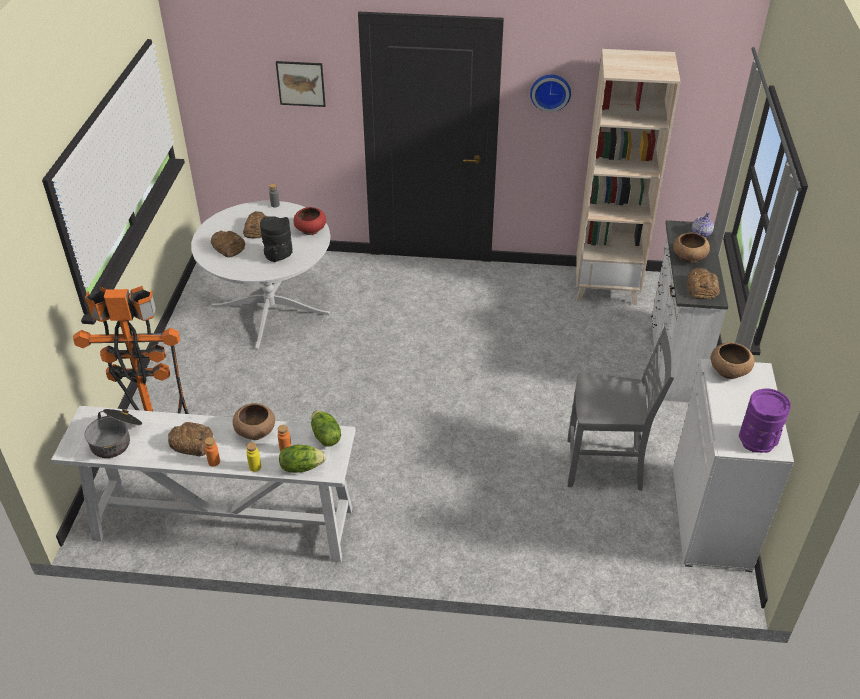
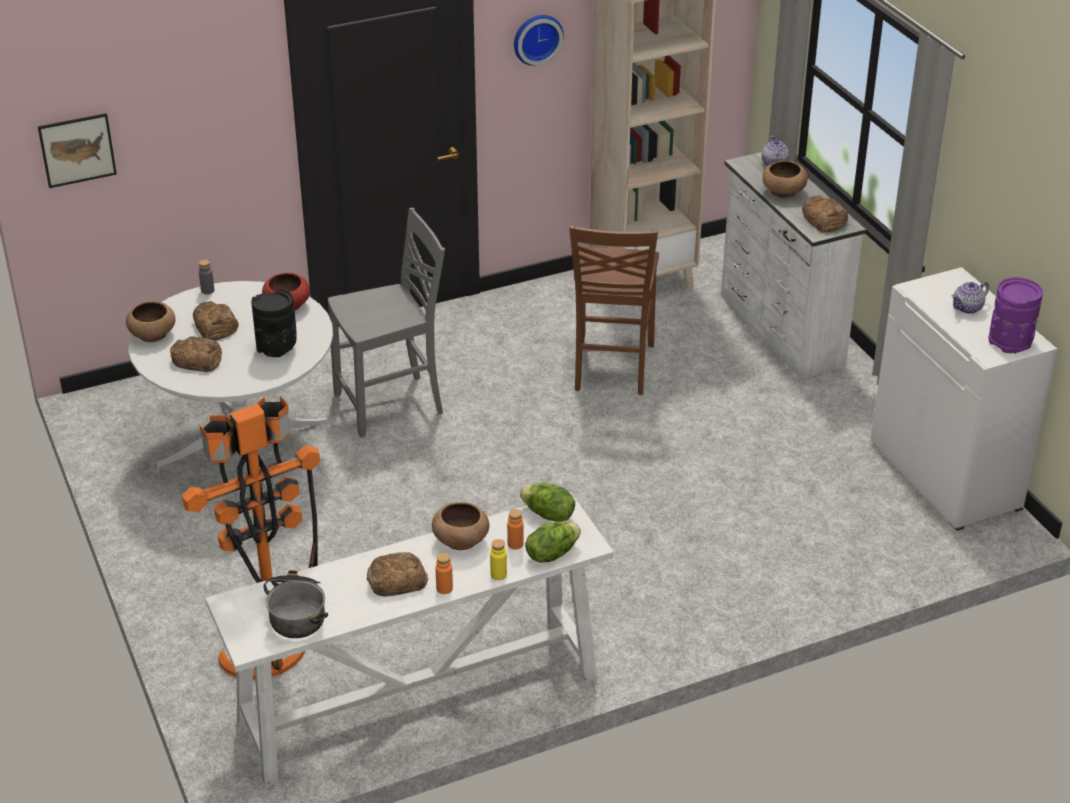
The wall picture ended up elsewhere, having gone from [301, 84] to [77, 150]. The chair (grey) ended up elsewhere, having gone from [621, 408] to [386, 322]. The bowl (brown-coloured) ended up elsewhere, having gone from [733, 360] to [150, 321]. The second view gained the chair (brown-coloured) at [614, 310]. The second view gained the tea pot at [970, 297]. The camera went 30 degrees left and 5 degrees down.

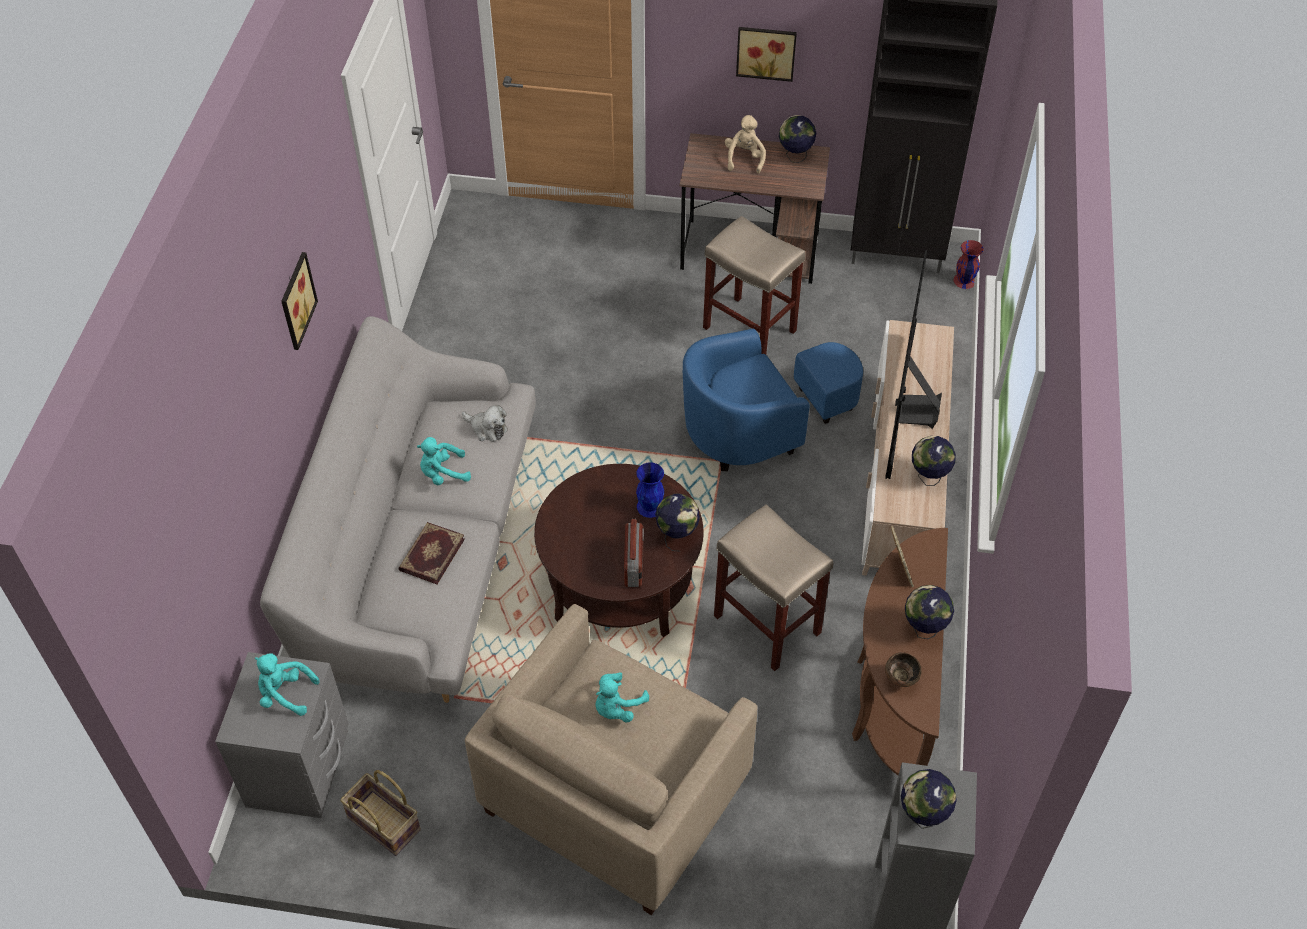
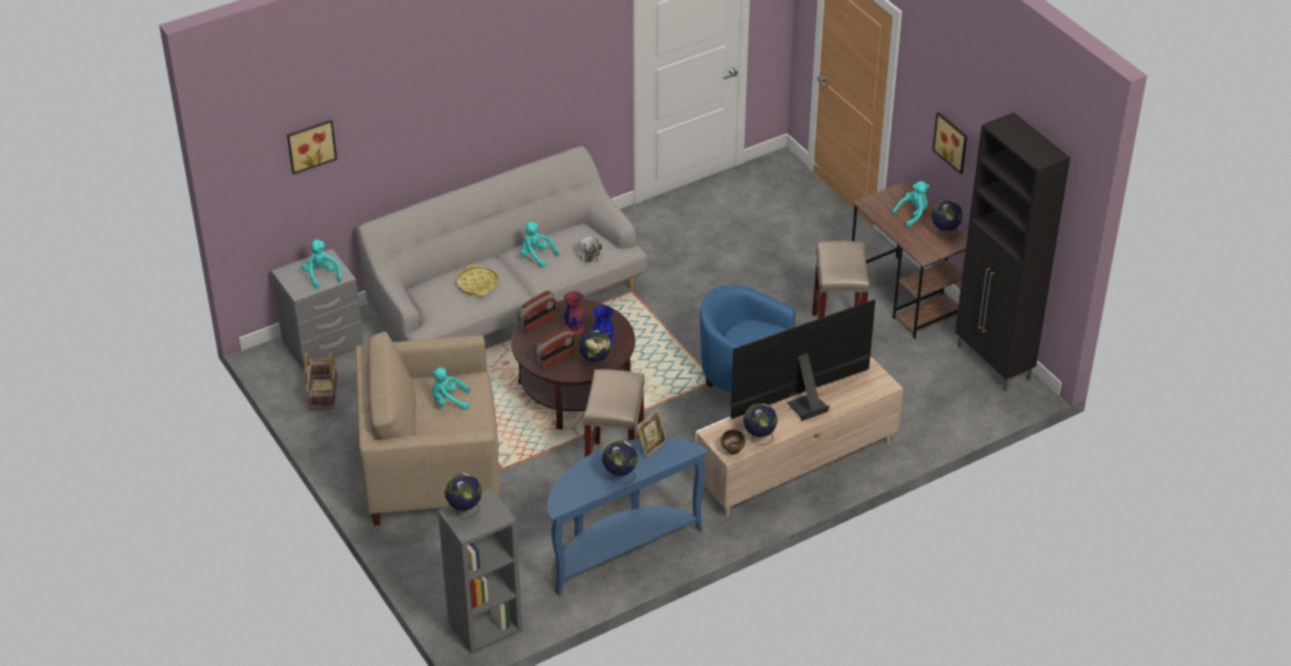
The wall picture ended up elsewhere, having gone from [299, 301] to [312, 147]. Where the book stood at [431, 553], the tray (yellow-coloured) came to stand at [478, 280]. What was the cuddly toy (beige-coloured) at [745, 144] turned into the cuddly toy (blue-green) at [911, 204]. What was the narrow table (brown-coloured) at [900, 651] turned into the narrow table (blue-coloured) at [628, 516]. The bowl (brown-coloured) ended up elsewhere, having gone from [903, 670] to [733, 442]. The decorative vase (red-coloured) ended up elsewhere, having gone from [968, 264] to [574, 313]. The second view gained the radio set at [537, 312]. The camera went 50 degrees right and 10 degrees down.

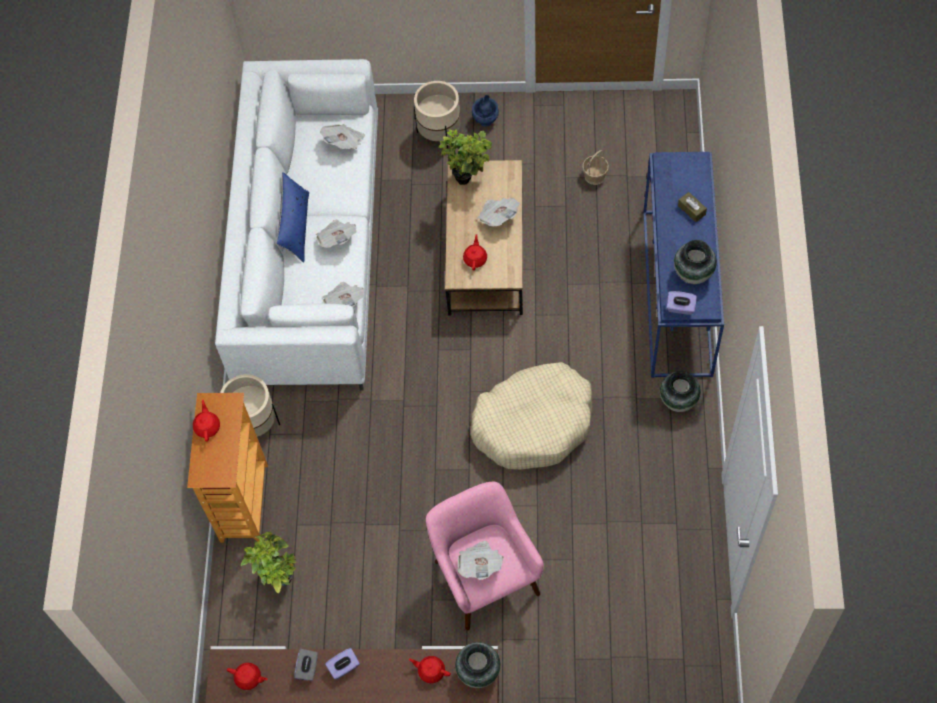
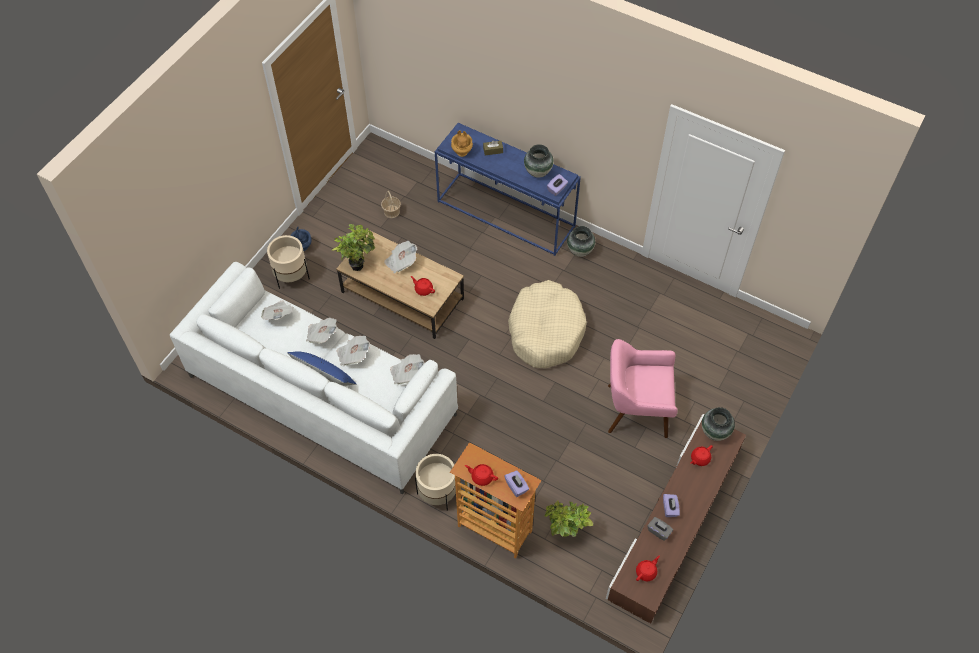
The newspaper ended up elsewhere, having gone from [480, 560] to [321, 330]. The second view gained the decorative vase (brown-coloured) at [462, 143]. The second view gained the tissue box (purplish) at [516, 483]. The camera went 65 degrees left and 5 degrees down.

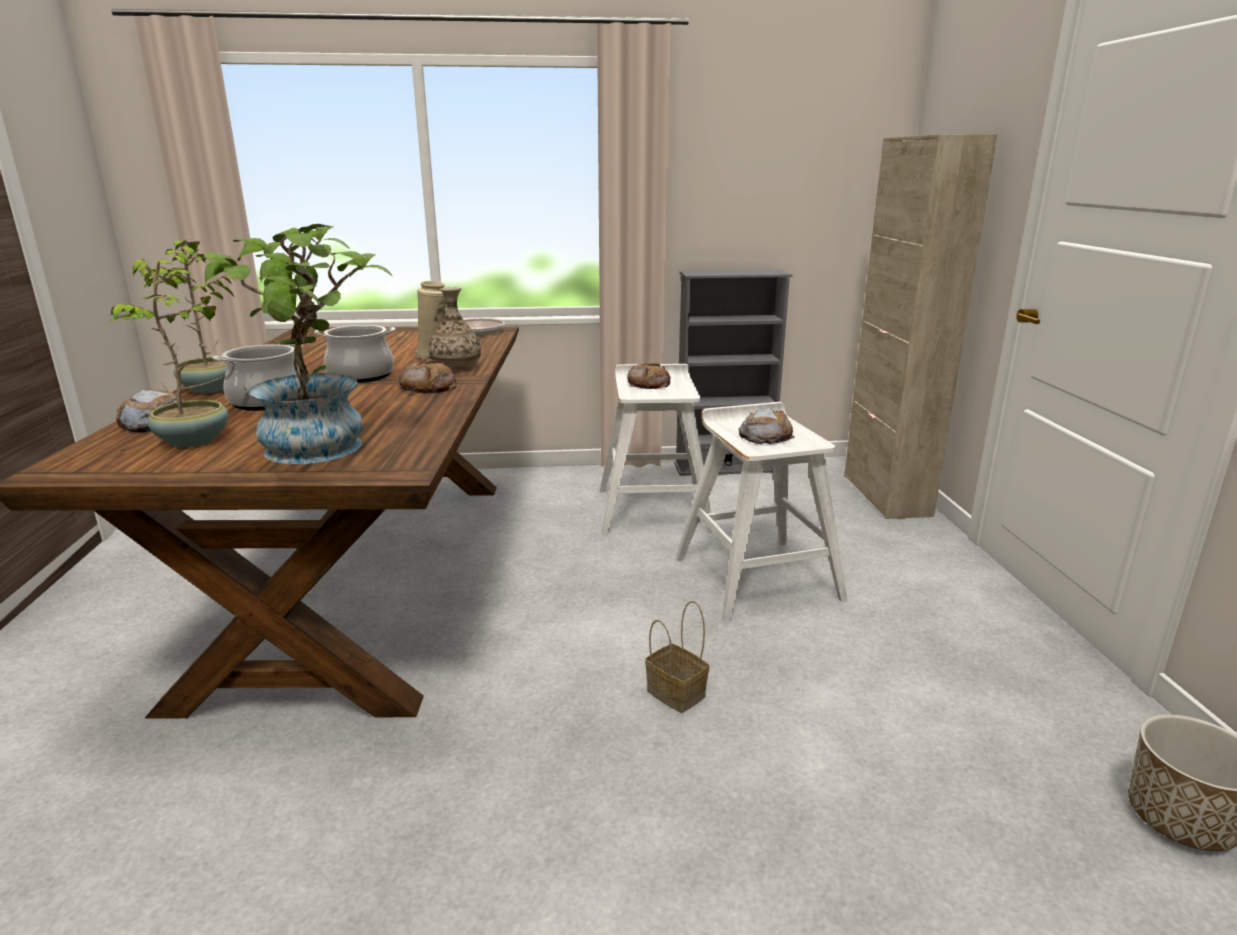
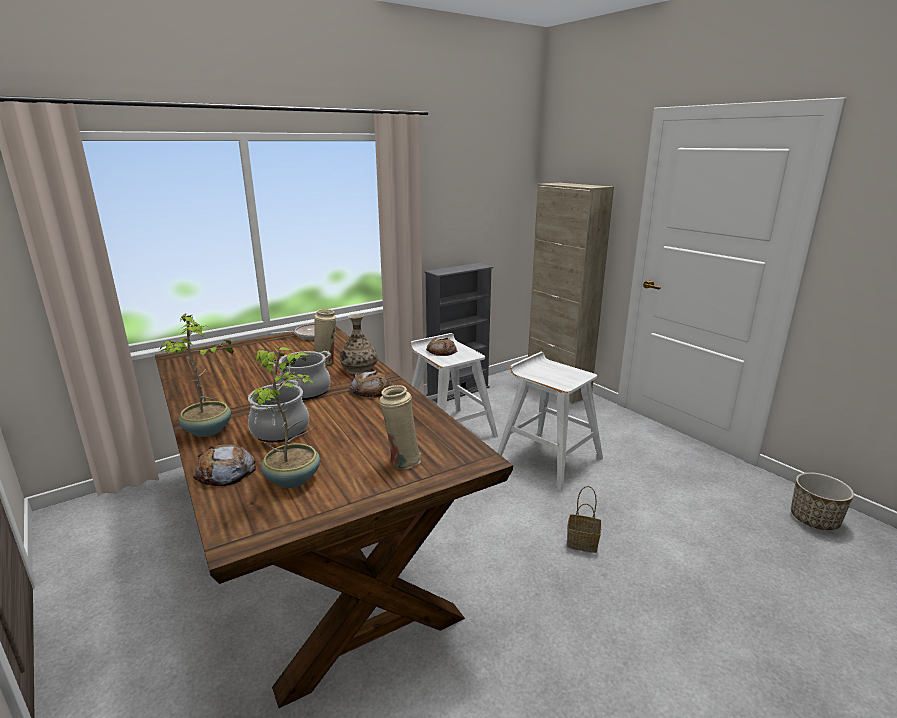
Where the houseplant stood at [296, 344], the decorative vase (beige-coloured) came to stand at [400, 427]. The second view lost the baked bread at [767, 426]. The camera went 30 degrees left and 0 degrees up.

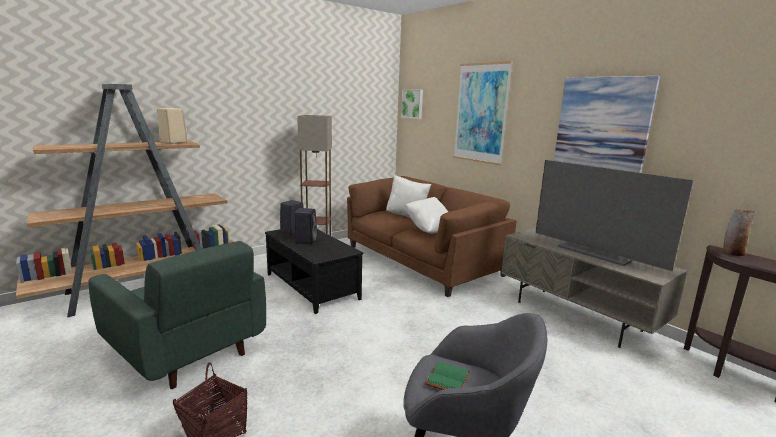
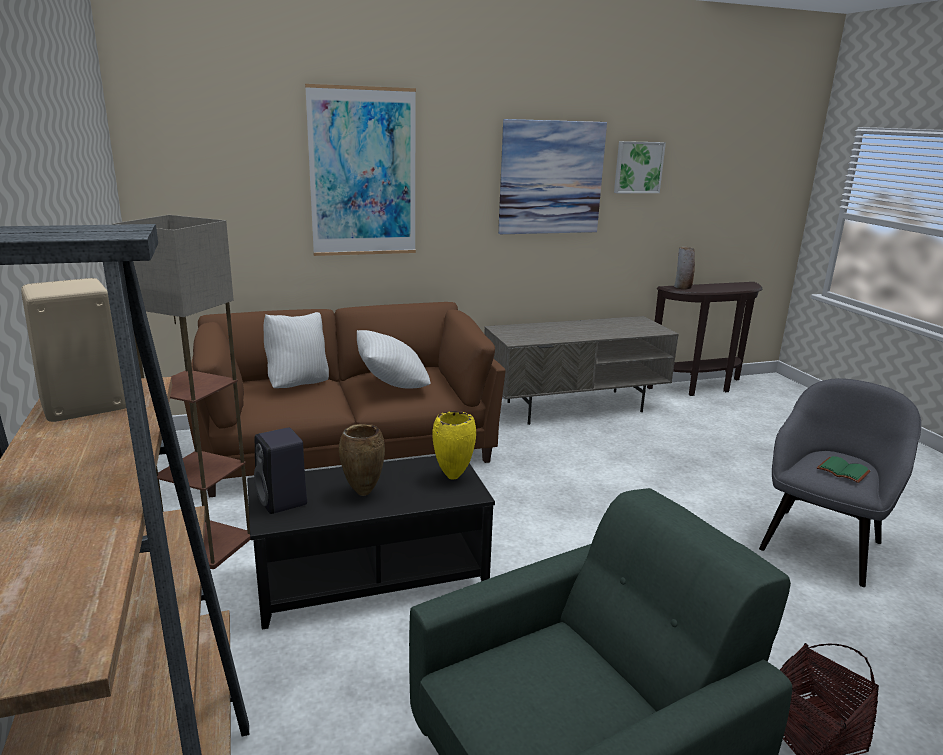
Where the speaker (blackish) stood at [306, 226], the decorative vase (brown-coloured) came to stand at [362, 460]. The wall picture ended up elsewhere, having gone from [412, 104] to [640, 167]. The second view lost the TV at [614, 215]. The second view gained the decorative vase (yellow-coloured) at [454, 445]. The camera went 70 degrees left and 5 degrees up.

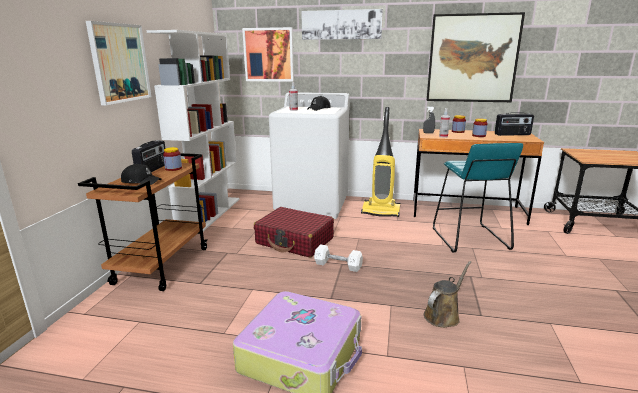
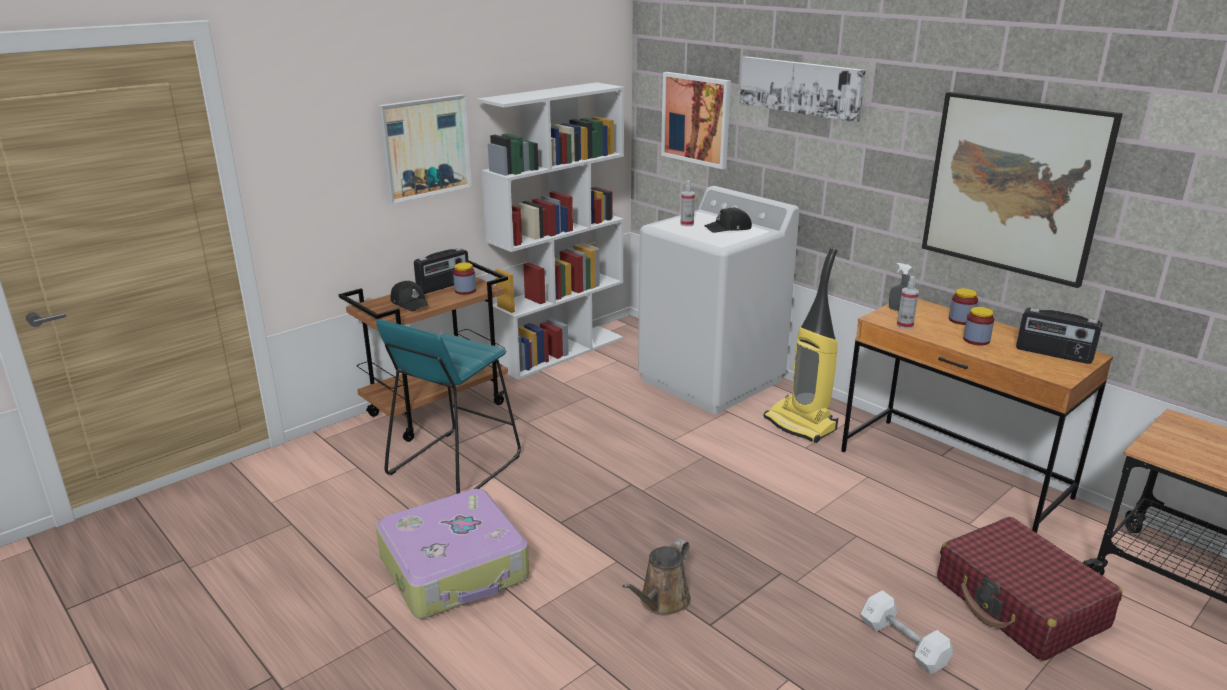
The travel case (red-coloured) ended up elsewhere, having gone from [294, 232] to [1030, 589]. The free weight (white) ended up elsewhere, having gone from [338, 258] to [907, 632]. The watering pot (brown-coloured) at [447, 294] ended up facing another way, 135 degrees clockwise from before. The stool seat (blue-green) ended up elsewhere, having gone from [478, 198] to [448, 406]. The camera went 35 degrees right and 5 degrees up.

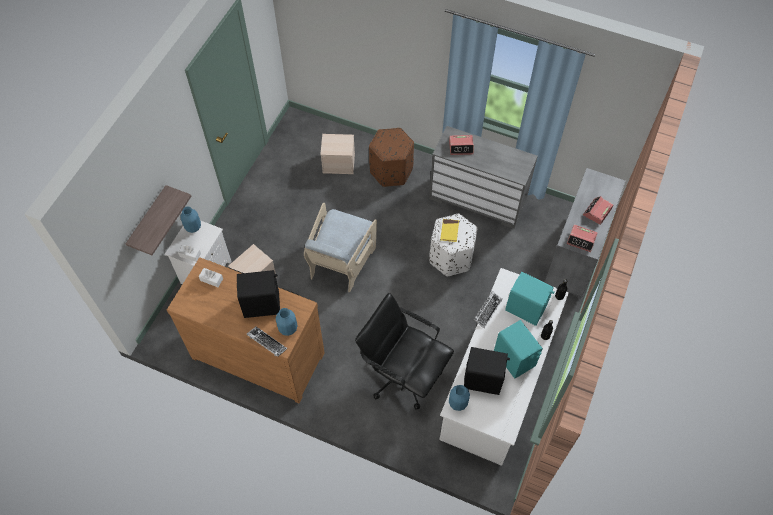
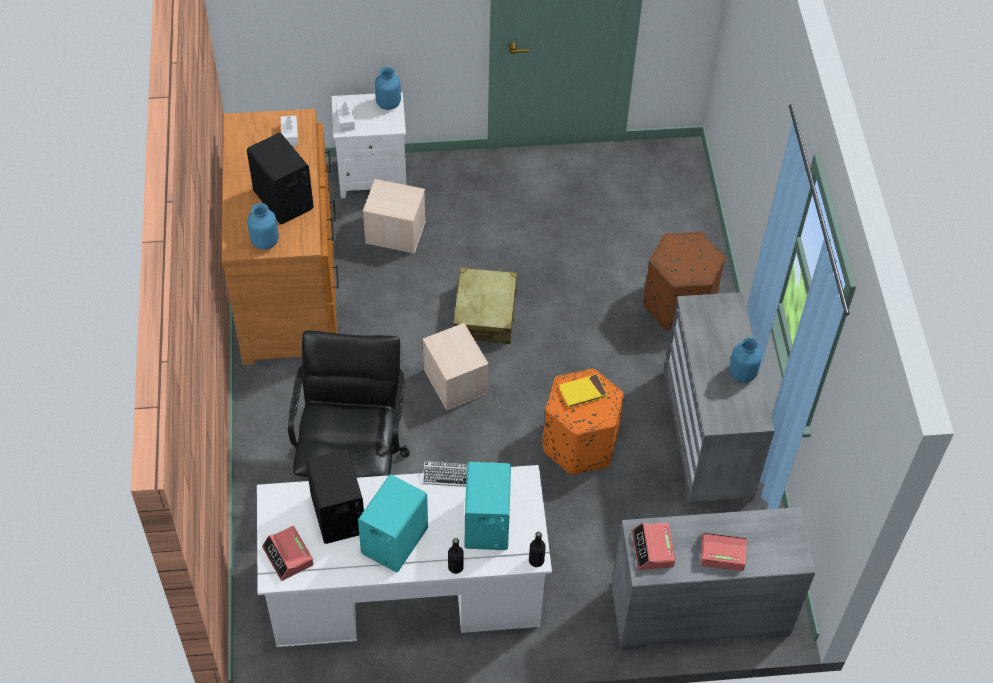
The second view lost the bracket shelf at [159, 220]. The second view lost the PC keyboard at [266, 342]. Where the lounge chair (beige-coloured) stood at [340, 248], the travel case (beige-coloured) came to stand at [485, 306]. The storage container (beige-coloured) ended up elsewhere, having gone from [337, 154] to [456, 366]. What was the pouffe (white) at [453, 245] turned into the pouffe (orange) at [583, 421]. The table clock ended up elsewhere, having gone from [461, 145] to [287, 553]. The decorative vase (blue-coloured) ended up elsewhere, having gone from [459, 398] to [745, 360]. The camera went 60 degrees right and 5 degrees down.

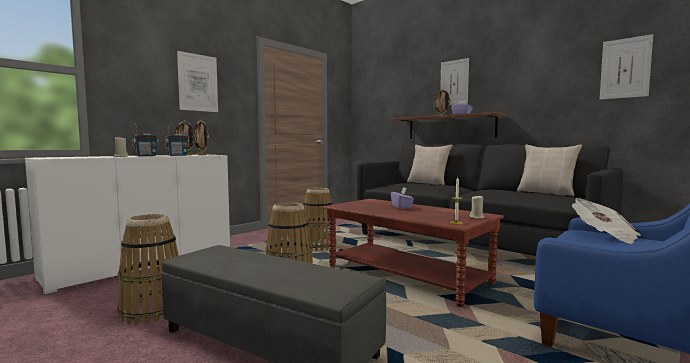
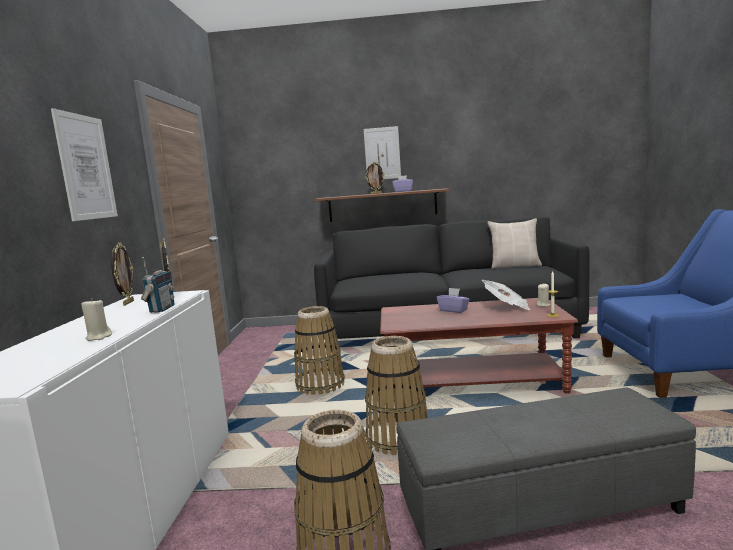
The second view lost the radio set at [145, 140]. The second view lost the pillow (beige-coloured) at [430, 164]. The newspaper ended up elsewhere, having gone from [606, 221] to [506, 295]. The second view lost the wall picture at [626, 67]. The camera went 40 degrees left and 5 degrees up.

